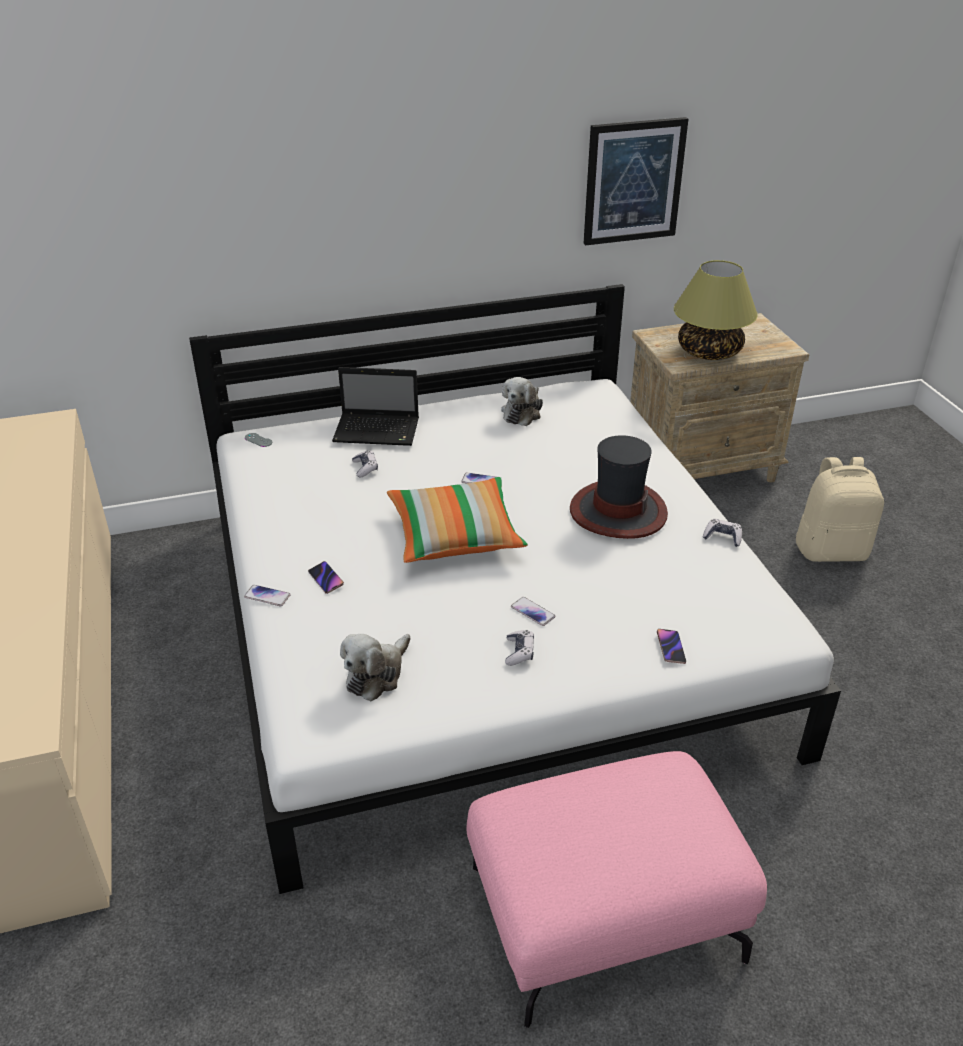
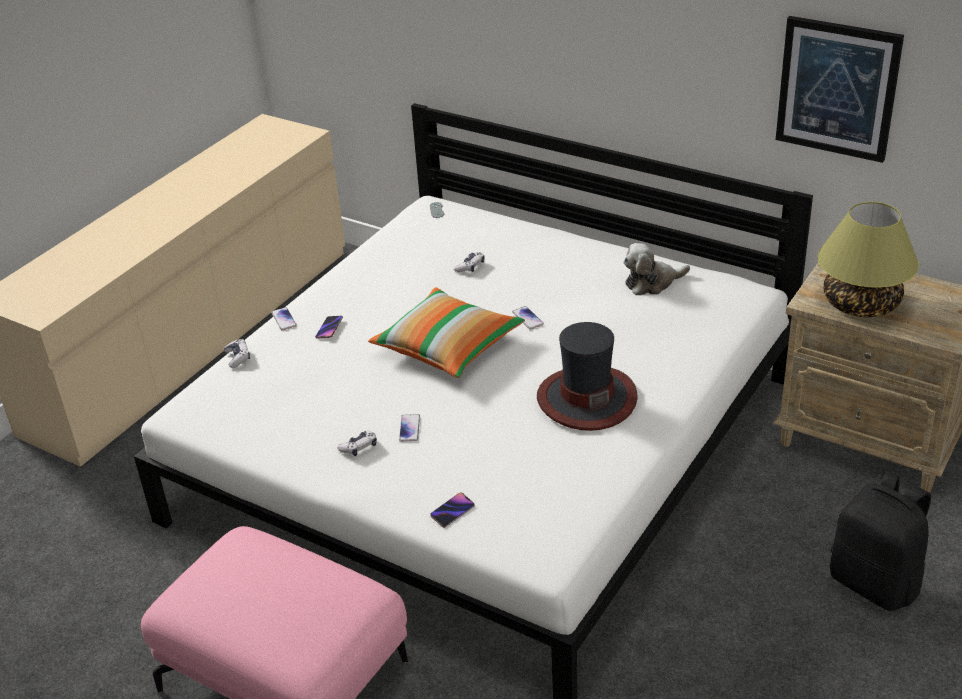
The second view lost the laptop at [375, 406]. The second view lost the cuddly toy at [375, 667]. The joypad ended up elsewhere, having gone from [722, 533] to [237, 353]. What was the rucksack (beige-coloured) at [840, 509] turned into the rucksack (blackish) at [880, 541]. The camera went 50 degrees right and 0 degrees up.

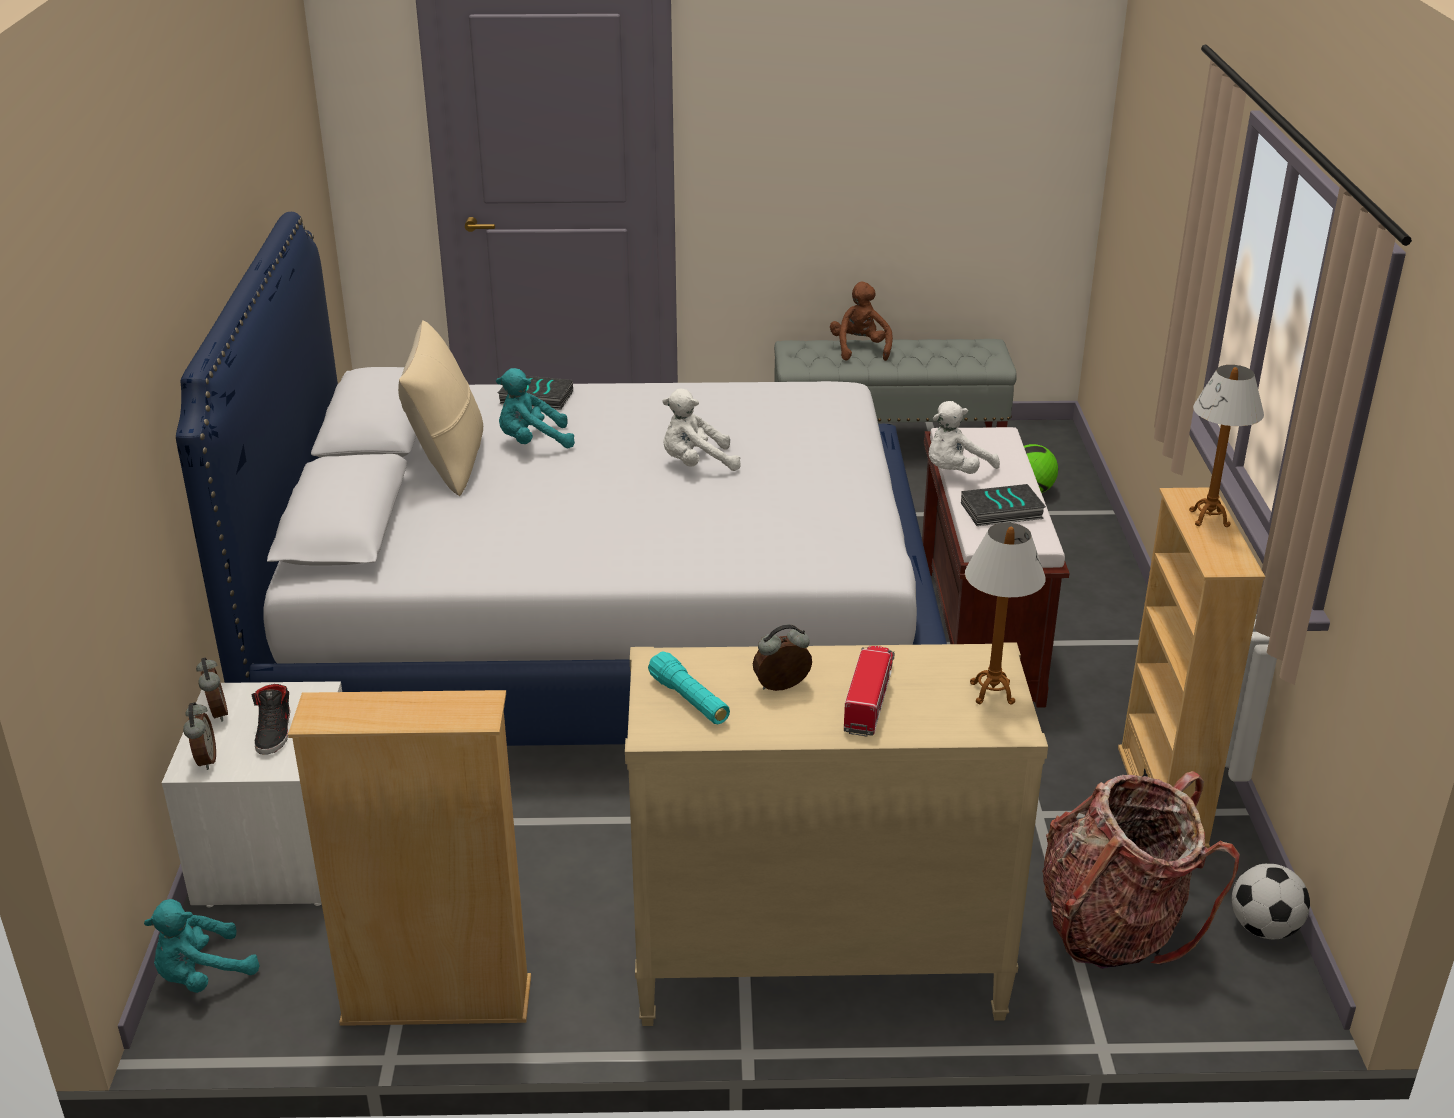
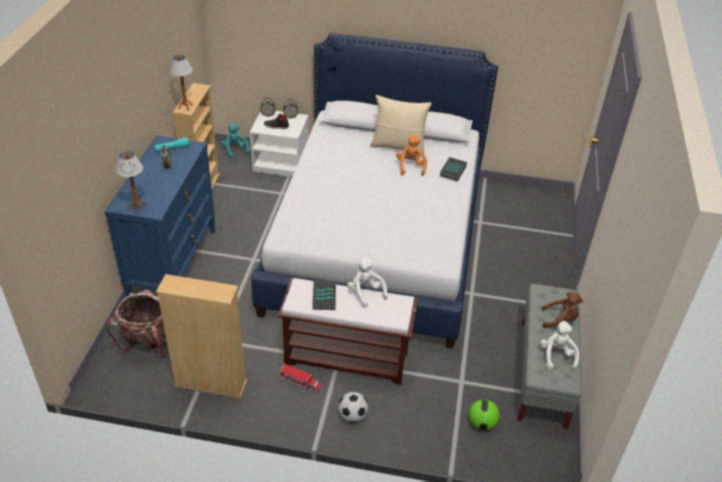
What was the cuddly toy (blue-green) at [535, 408] turned into the cuddly toy (orange) at [411, 155]. What was the drawer chest (beige-coloured) at [836, 834] turned into the drawer chest (blue-coloured) at [160, 216]. The cuddly toy (white) ended up elsewhere, having gone from [702, 430] to [559, 345]. The toy truck ended up elsewhere, having gone from [869, 691] to [300, 378]. The lamp for a table ended up elsewhere, having gone from [1226, 446] to [181, 82]. The football ball ended up elsewhere, having gone from [1271, 901] to [353, 407]. The camera went 100 degrees right and 10 degrees up.

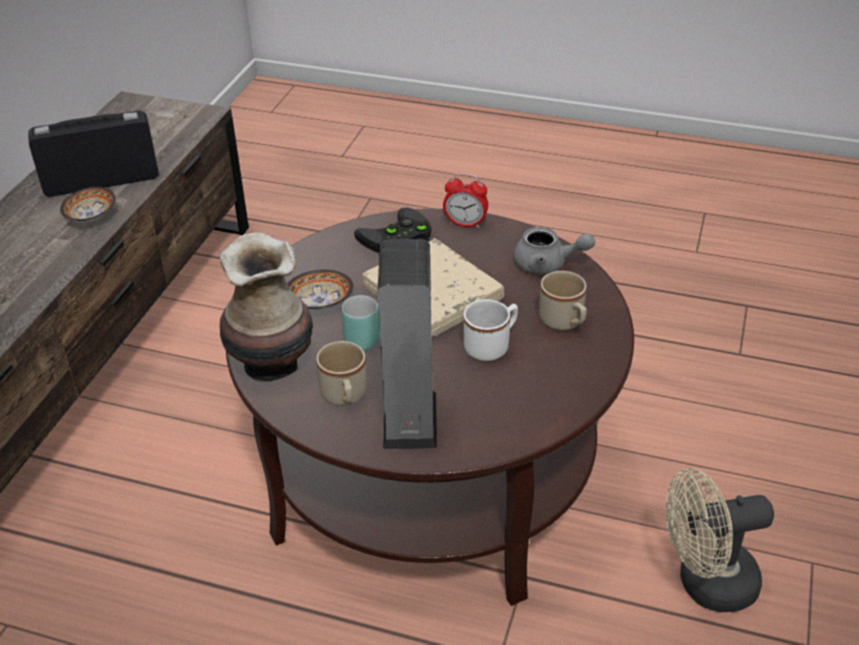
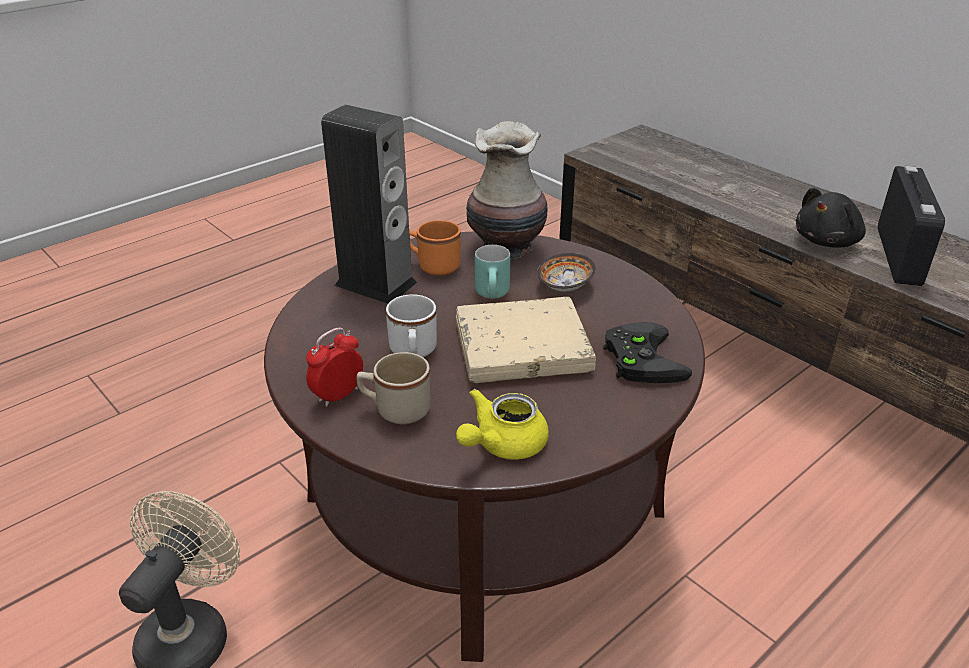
Where the bowl stood at [87, 204], the cuddly toy (blackish) came to stand at [831, 218]. What was the mug (beige-coloured) at [341, 373] turned into the mug (orange) at [435, 248]. The table clock ended up elsewhere, having gone from [465, 201] to [334, 367]. What was the tea pot (grey) at [554, 250] turned into the tea pot (yellow-coloured) at [502, 424]. The camera went 120 degrees right and 5 degrees down.

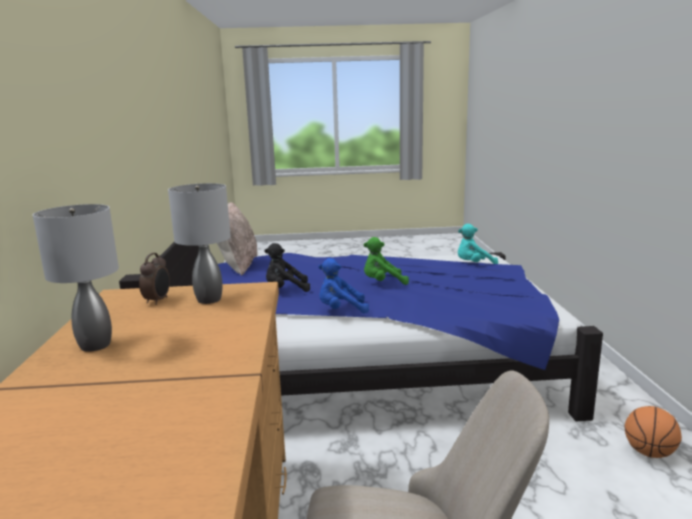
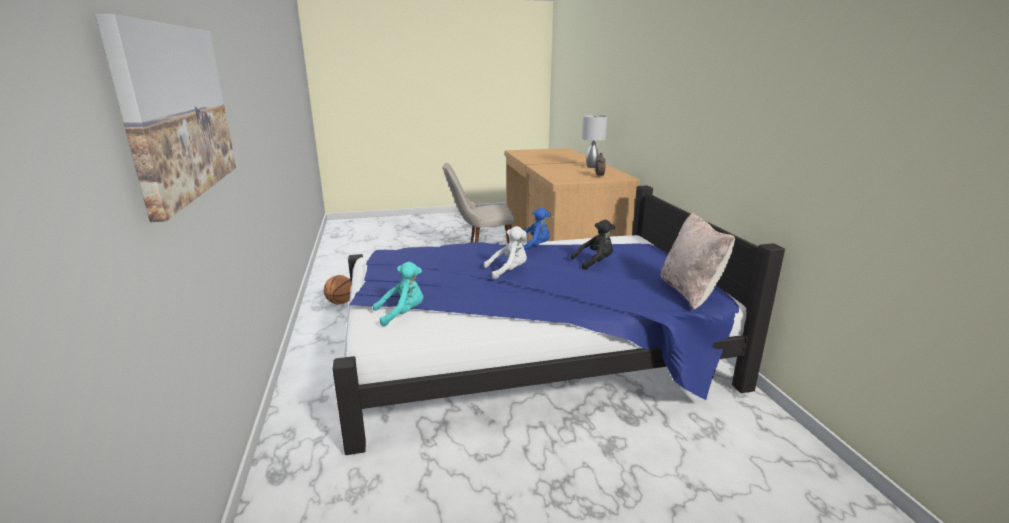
The second view lost the lamp for a table (grey) at [199, 243]. What was the cuddly toy (green) at [386, 261] turned into the cuddly toy (white) at [505, 252]. The second view gained the wall picture at [165, 118]. The camera went 170 degrees right and 5 degrees up.

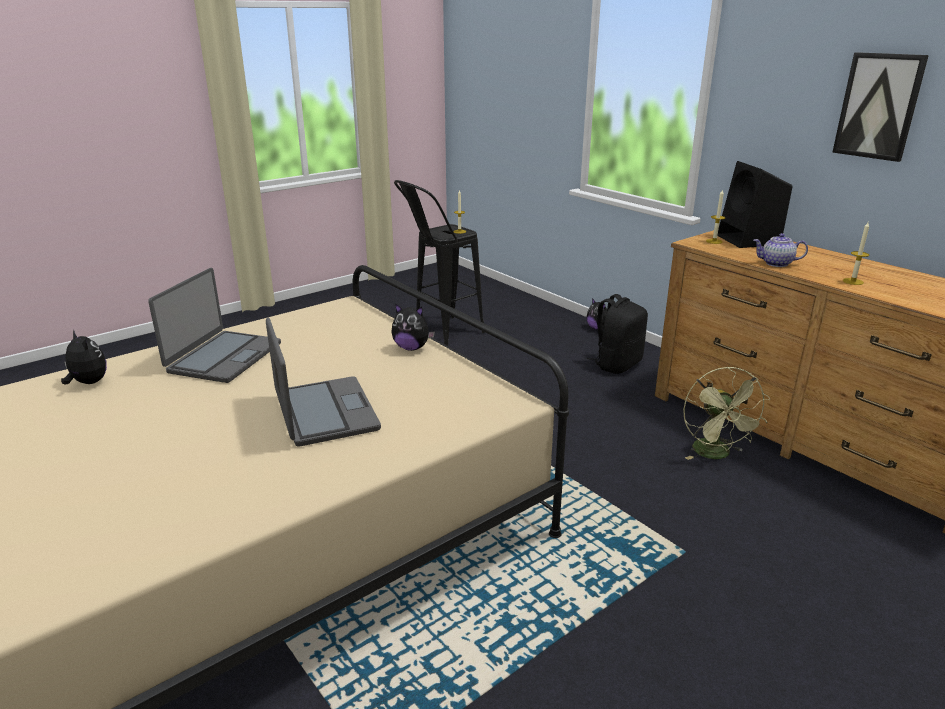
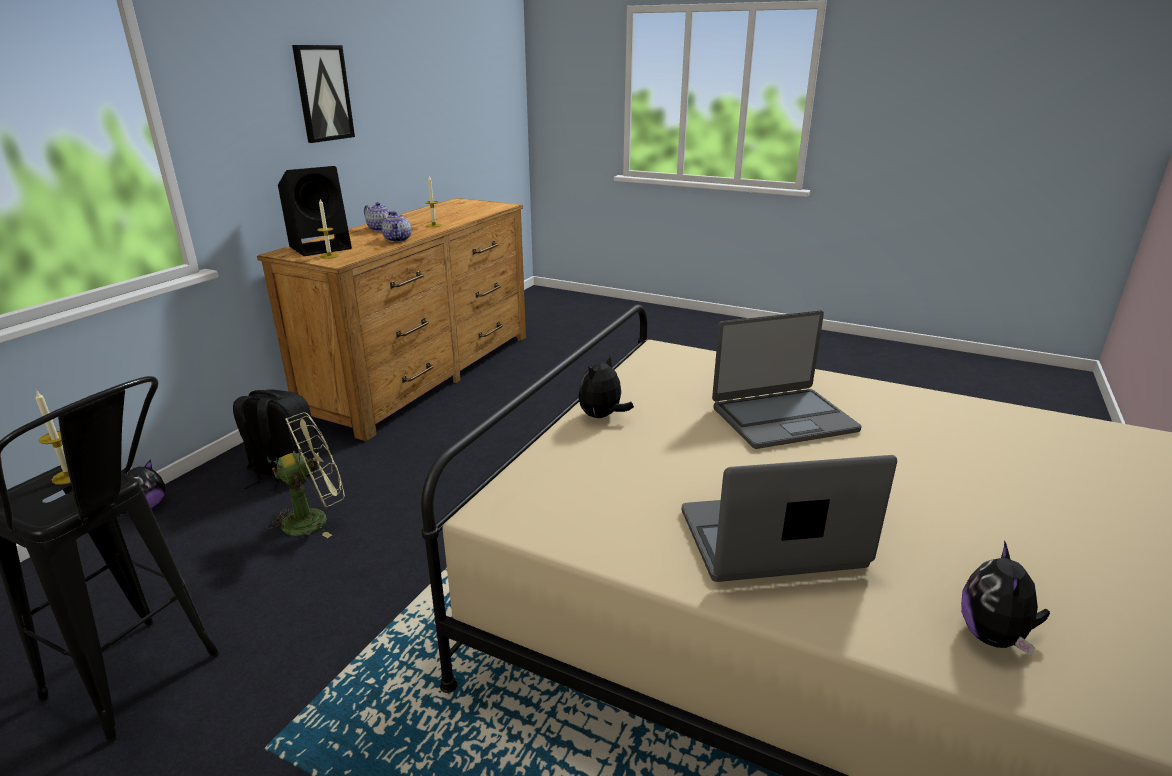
The laptop at [323, 382] ended up facing another way, 150 degrees counterclockwise from before. The cuddly toy at [413, 327] ended up facing another way, 135 degrees counterclockwise from before. The cooling fan (green) ended up elsewhere, having gone from [726, 413] to [305, 475]. The second view gained the tea pot at [378, 216]. The camera went 115 degrees left and 0 degrees up.

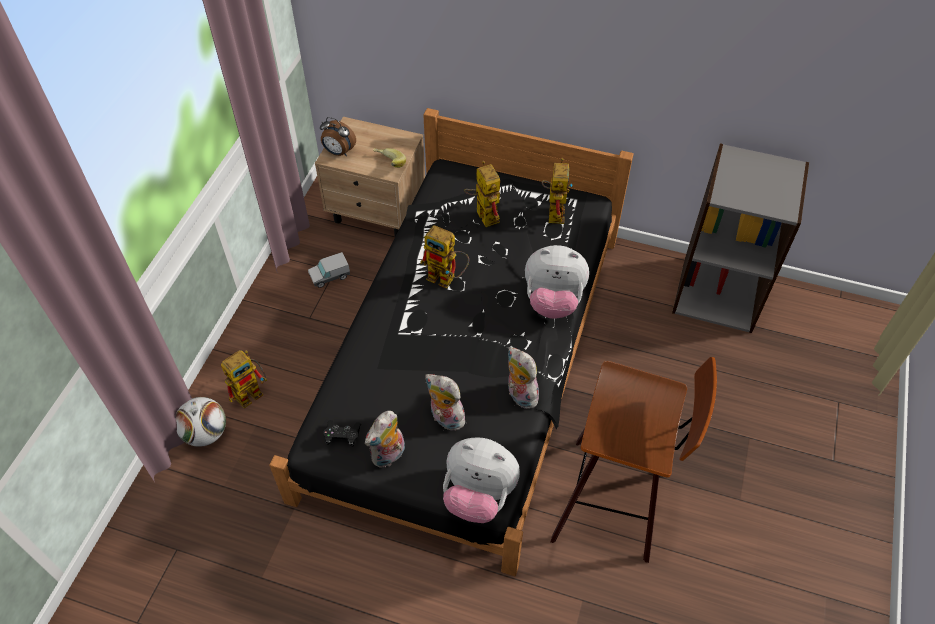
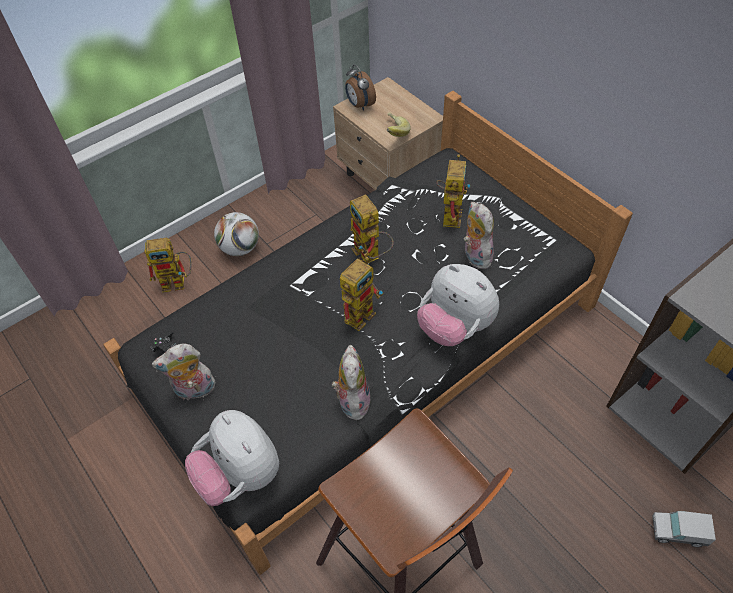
The football ball ended up elsewhere, having gone from [200, 422] to [236, 234]. The toy truck ended up elsewhere, having gone from [329, 270] to [684, 529]. The cuddly toy ended up elsewhere, having gone from [445, 402] to [479, 235]. The toy robot ended up elsewhere, having gone from [557, 191] to [361, 294]. The camera went 35 degrees right and 0 degrees up.

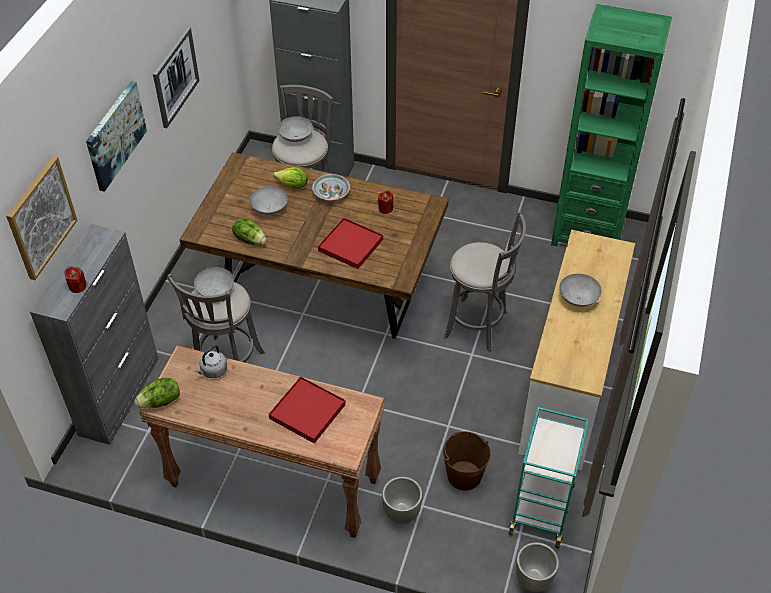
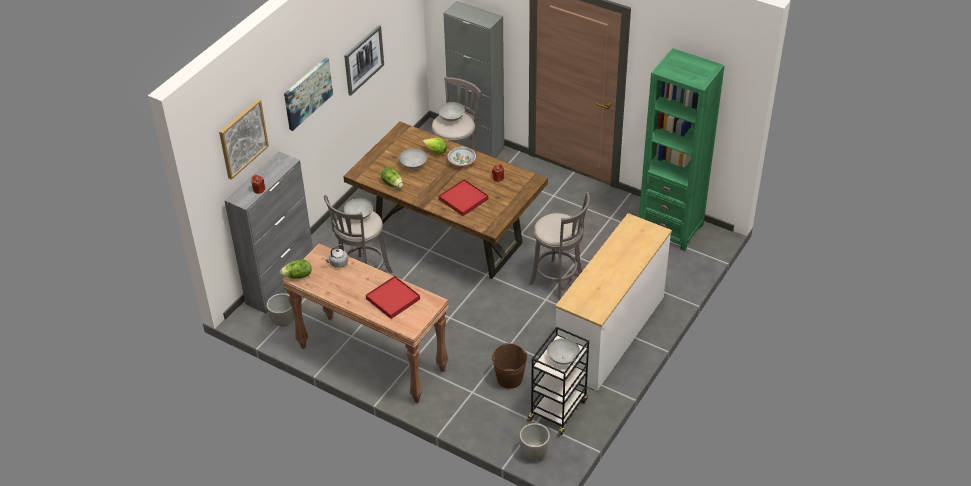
The planter ended up elsewhere, having gone from [402, 500] to [280, 310]. What was the trolley (blue-green) at [549, 477] turned into the trolley (blackish) at [558, 381]. The bowl (grey) ended up elsewhere, having gone from [580, 290] to [563, 351]. The camera went 15 degrees right and 5 degrees down.

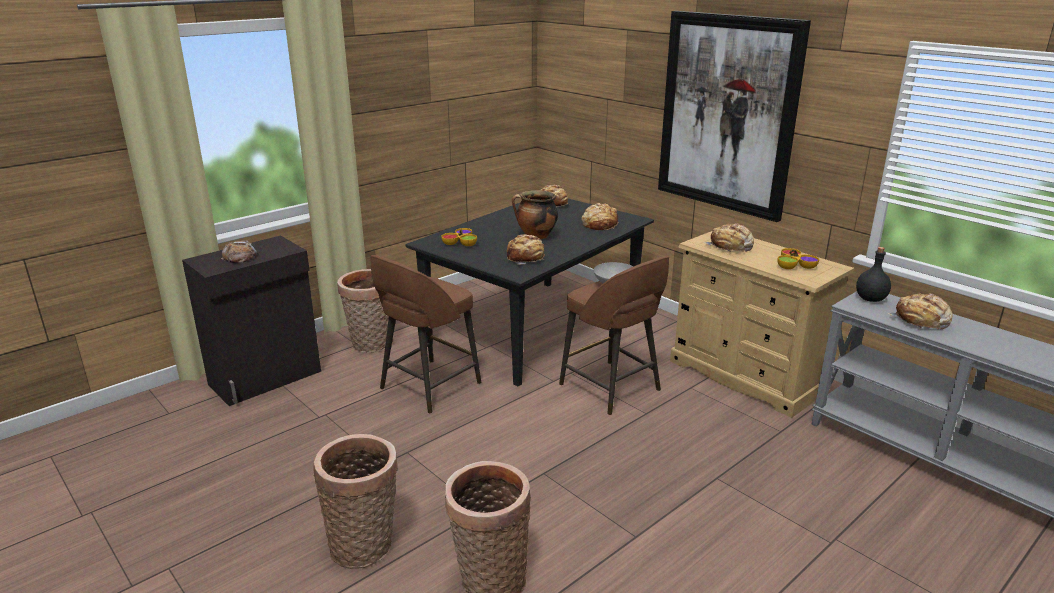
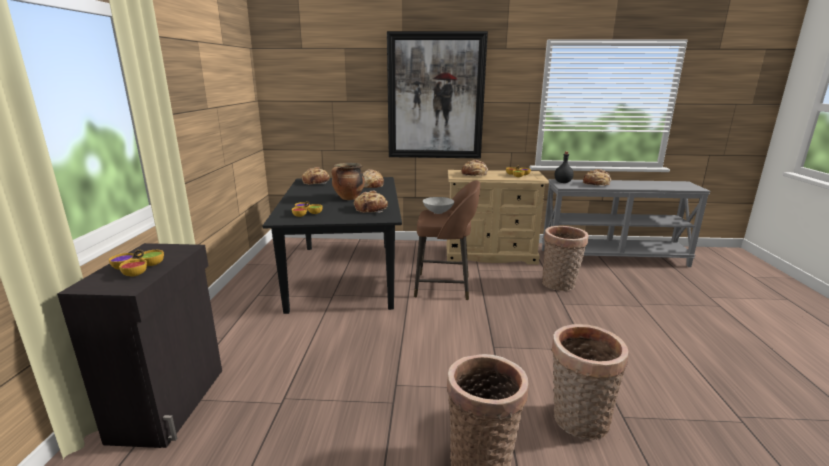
Where the baked bread stood at [239, 252], the bowl came to stand at [136, 263]. The household basket ended up elsewhere, having gone from [365, 311] to [565, 258]. The second view lost the stool seat (brown-coloured) at [425, 334]. The camera went 45 degrees left and 5 degrees down.

